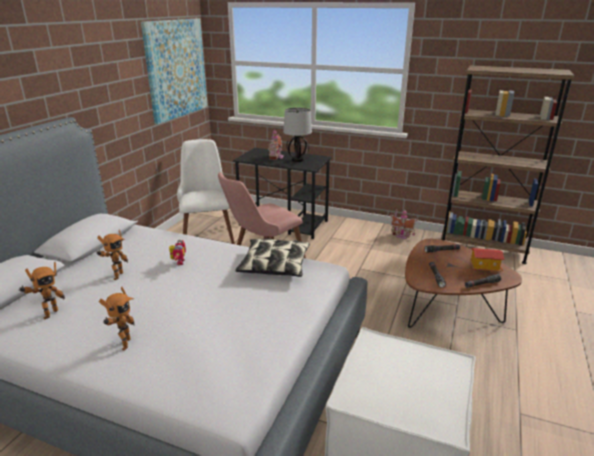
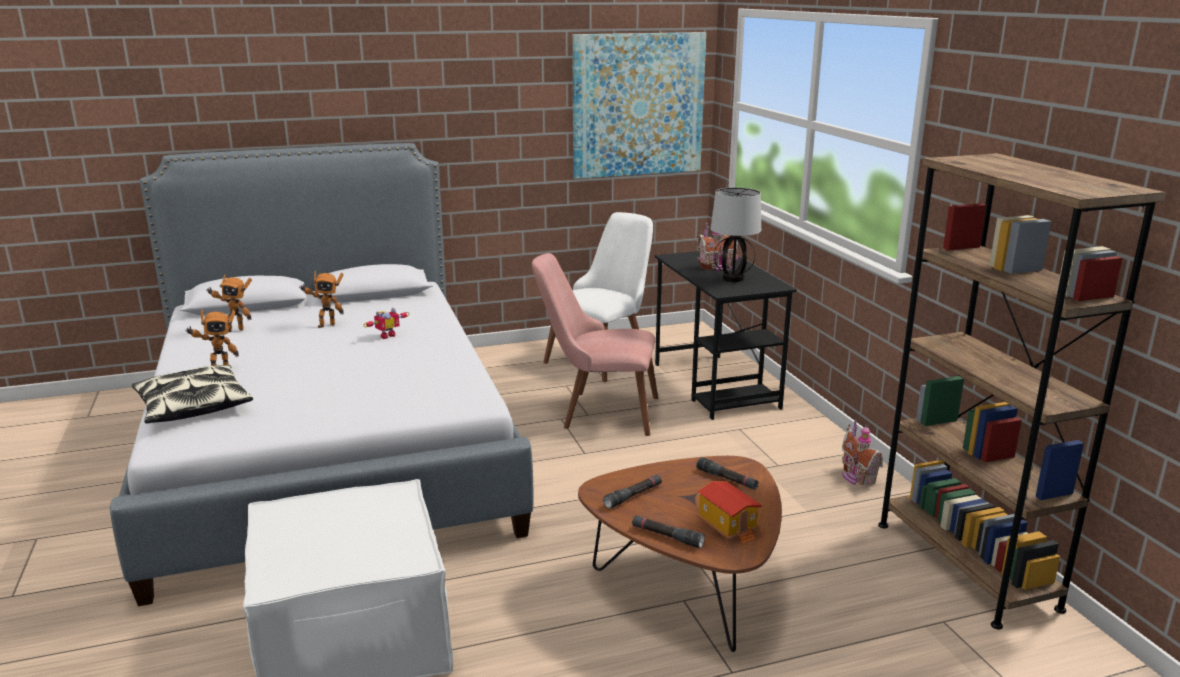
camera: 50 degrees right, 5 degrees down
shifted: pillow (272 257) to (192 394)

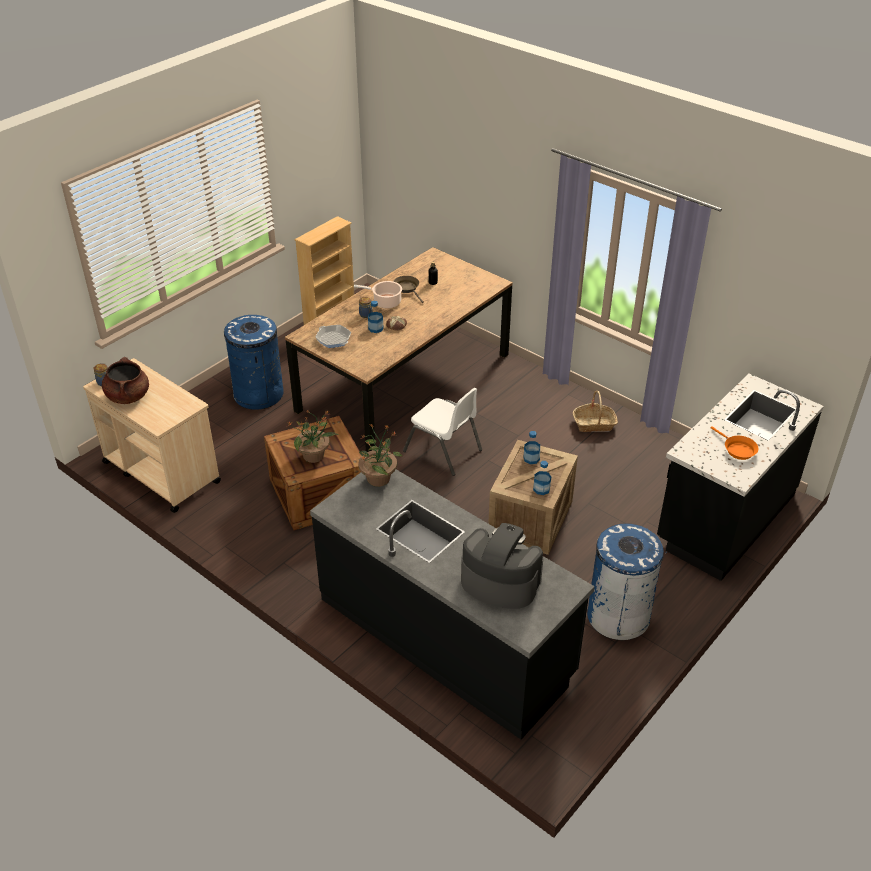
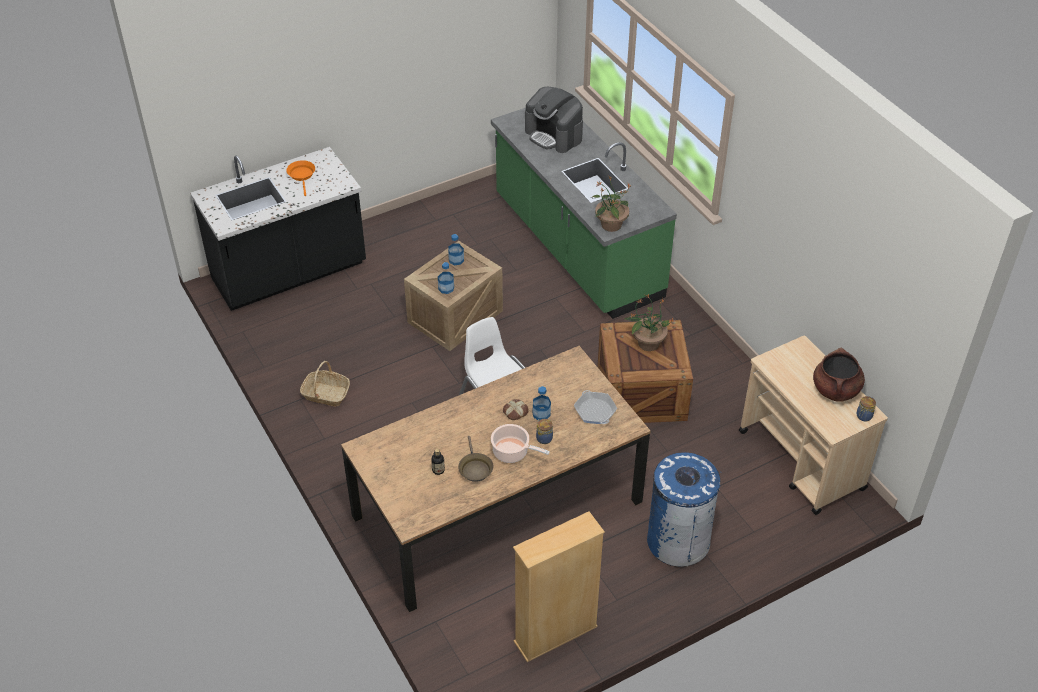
camera: 160 degrees left, 5 degrees up
gone: trash can in blue (627 582)
repainted: counter in black (452 604) to counter in green (584 213)

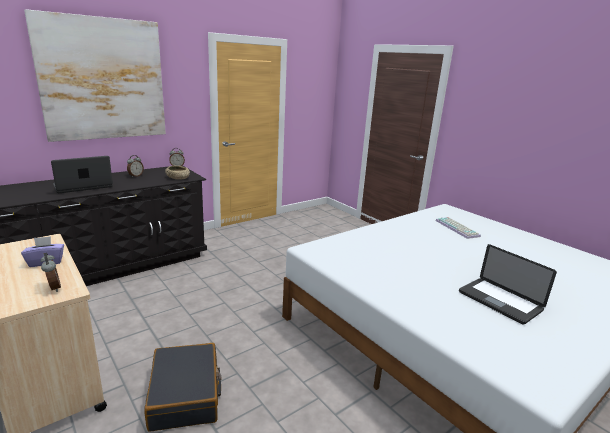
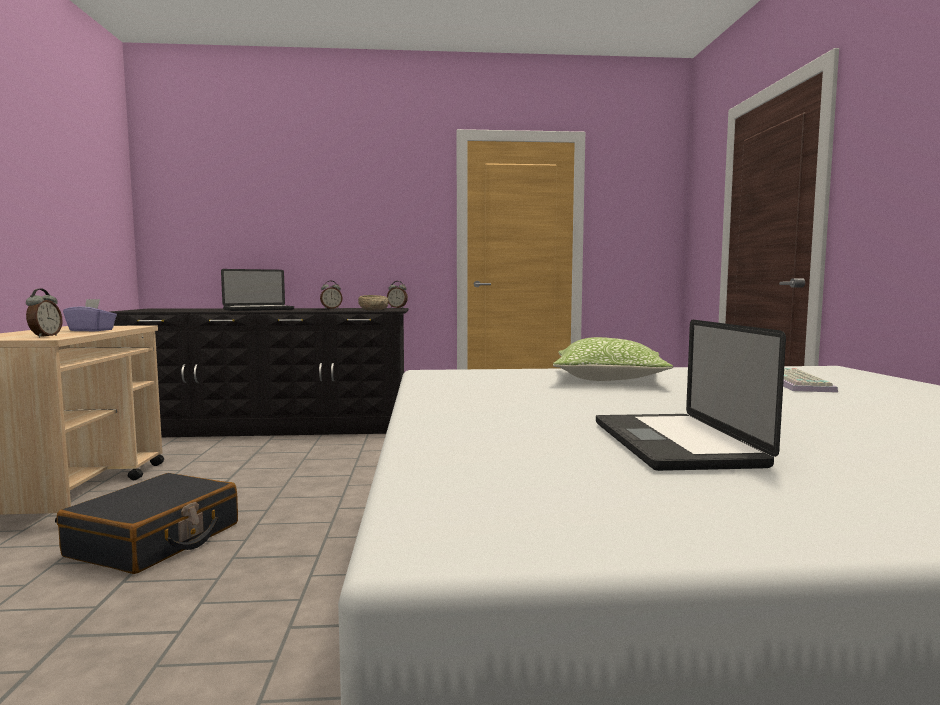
camera: 35 degrees right, 15 degrees down
gone: picture (95 75)
new: pillow (613 359)
rotated: laptop (82 174) = (257 290) 150 degrees clockwise

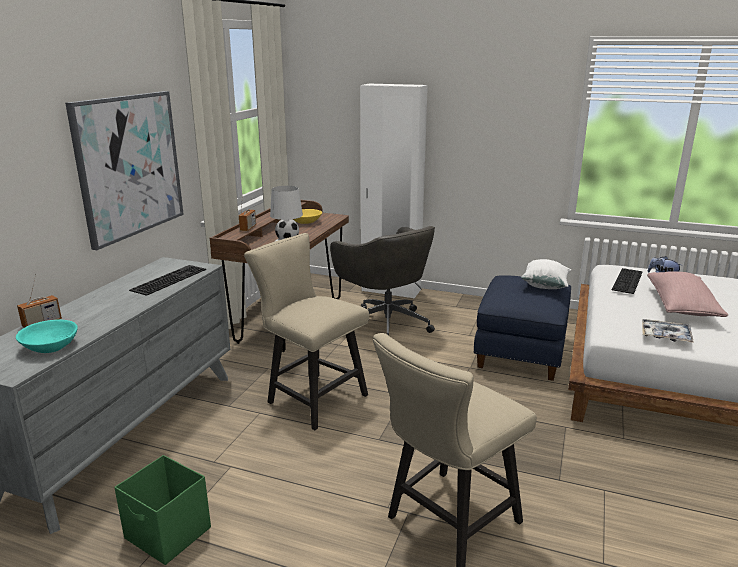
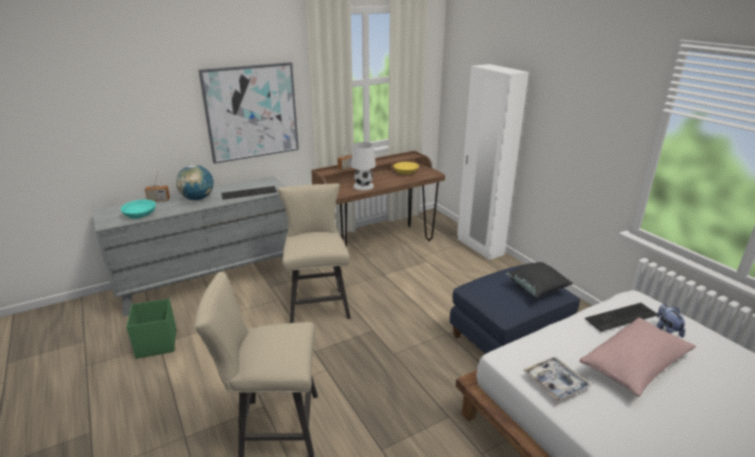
camera: 40 degrees right, 5 degrees up
gone: office chair in grey (382 280)
new: globe (195 182)
repainted: pillow in white (546 274) to pillow in black (539 280)

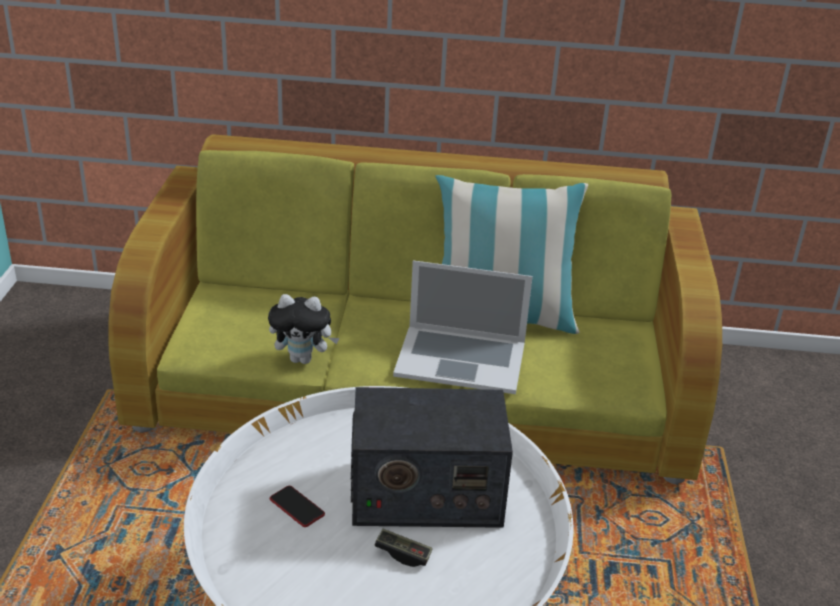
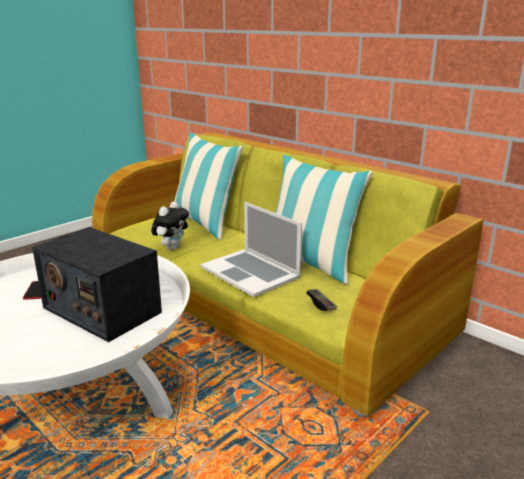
camera: 40 degrees right, 10 degrees down
new: pillow (209 186)
shifted: game controller (403 548) to (321 300)
rotated: plush toy (303 329) = (170 225) 105 degrees counterclockwise

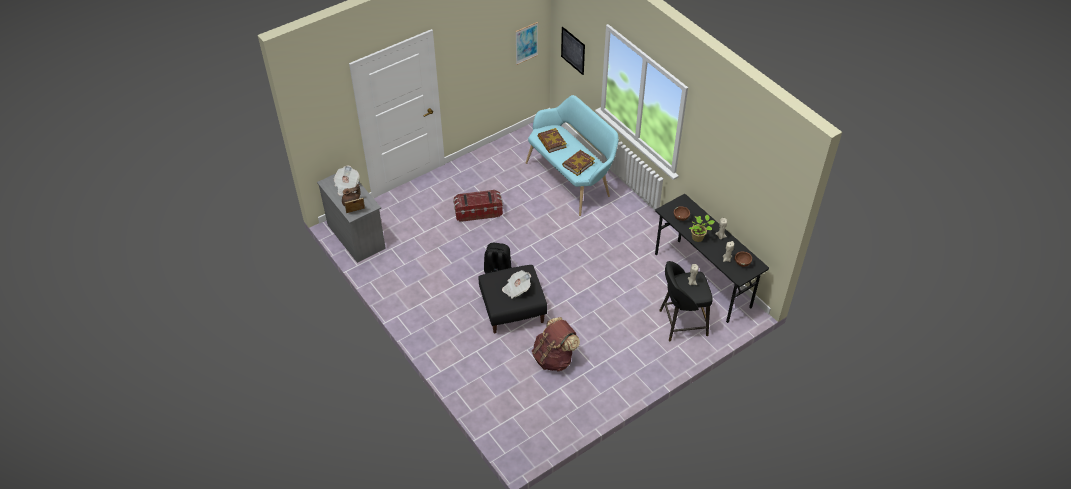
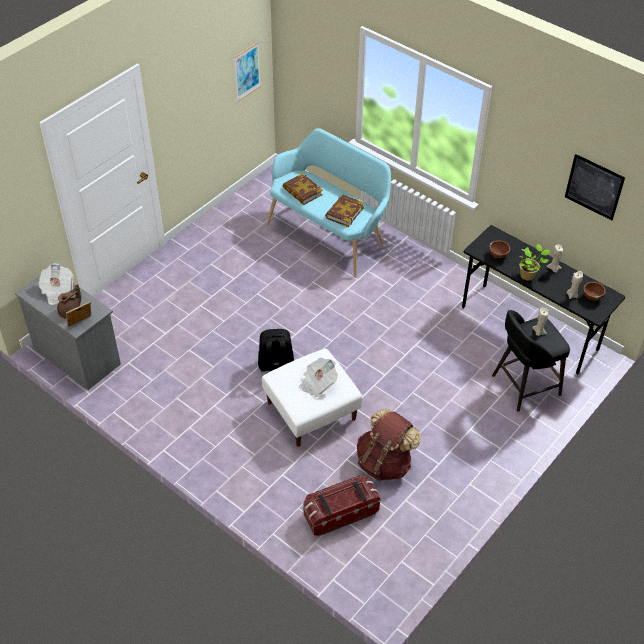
camera: 15 degrees left, 0 degrees up
shifted: storage box (478 206) to (342 505); picture (573 51) to (595 187)
repainted: ottoman in black (512 299) to ottoman in white (312 398)

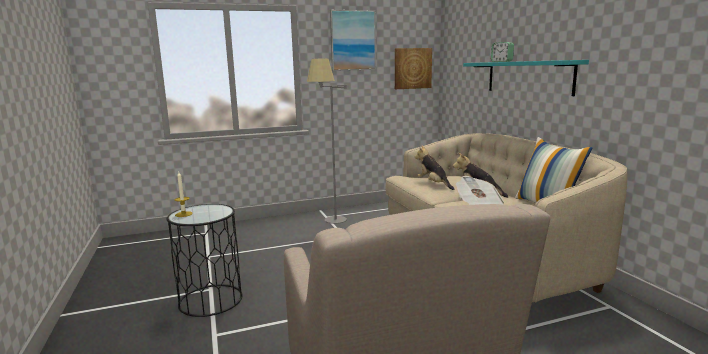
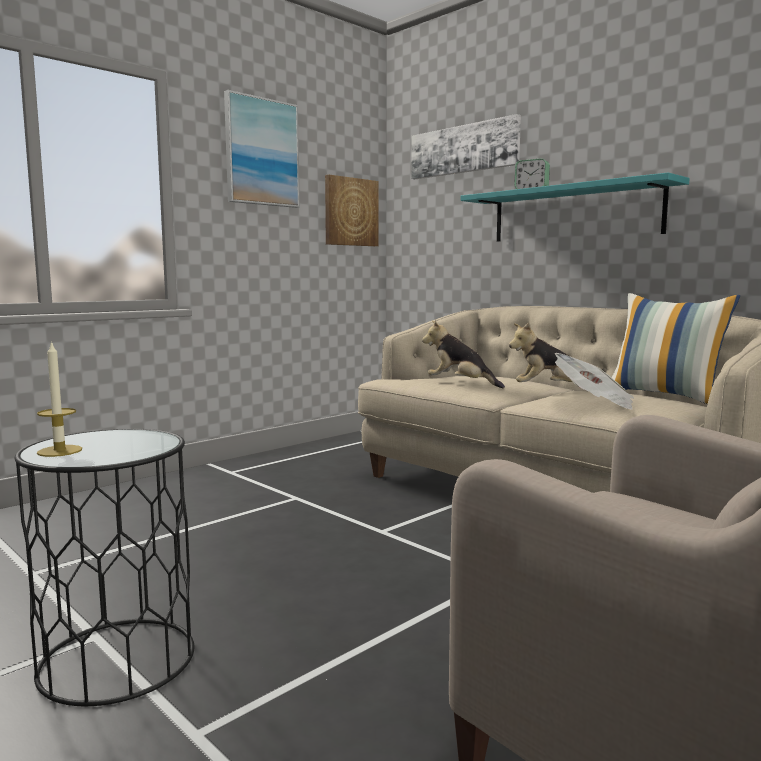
camera: 25 degrees left, 5 degrees down
gone: floor lamp in grey (327 141)
new: picture (466 146)

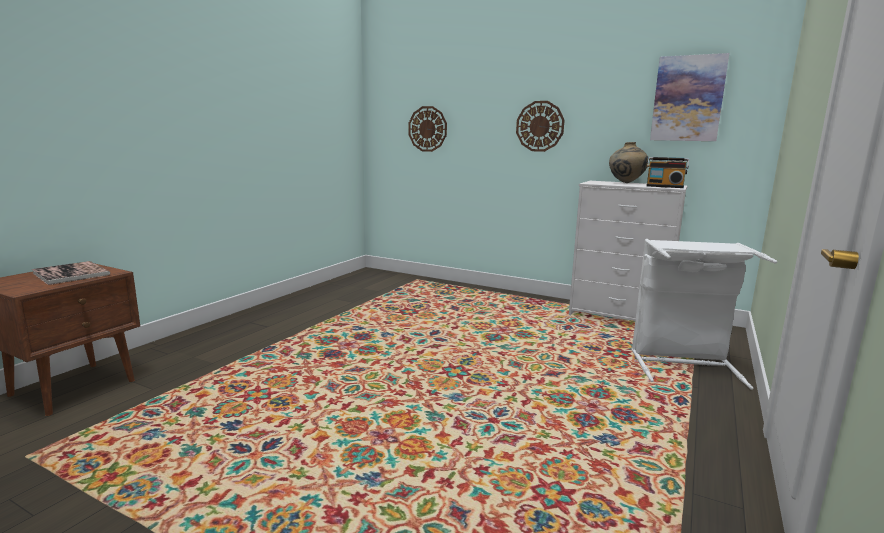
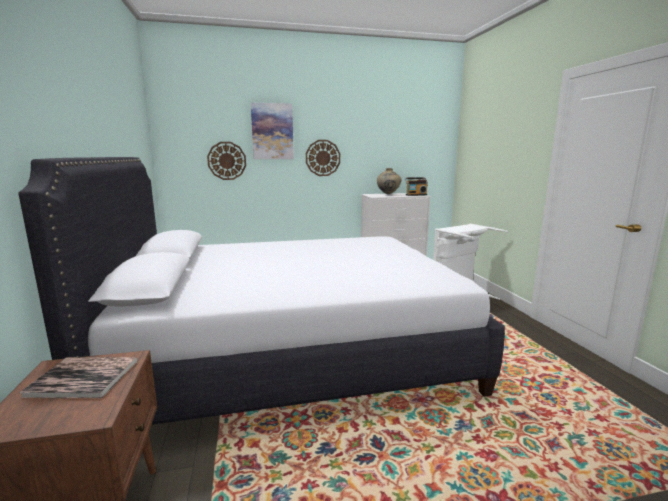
camera: 40 degrees left, 0 degrees up
new: bed in white (261 291)
shifted: picture (689 97) to (272 131)

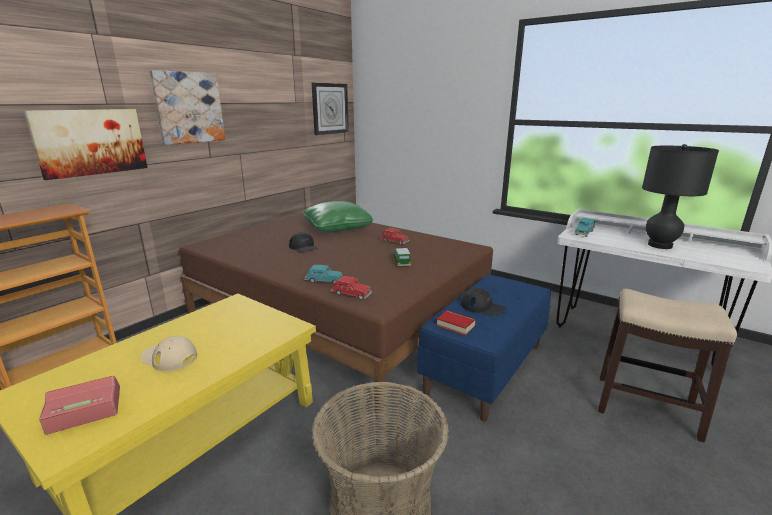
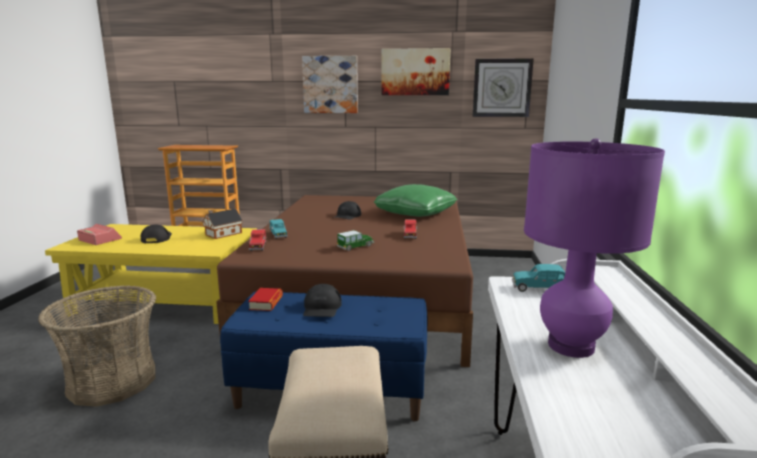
camera: 60 degrees right, 5 degrees down
new: toy house (222 224)
shifted: picture (86 144) to (416 71)
repainted: cap in beige (168 353) to cap in black (156 234); table lamp in black (680 196) to table lamp in purple (594 248)

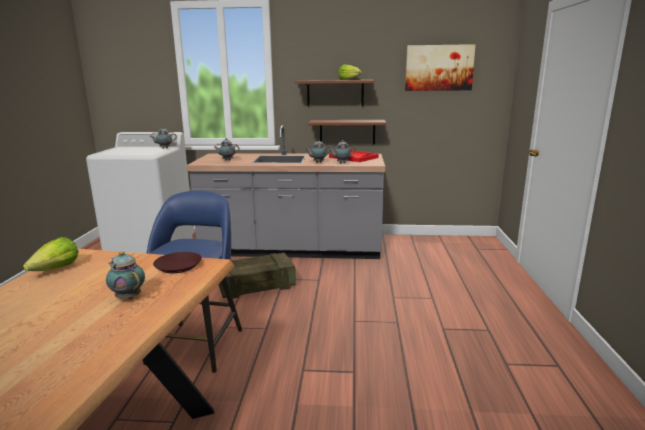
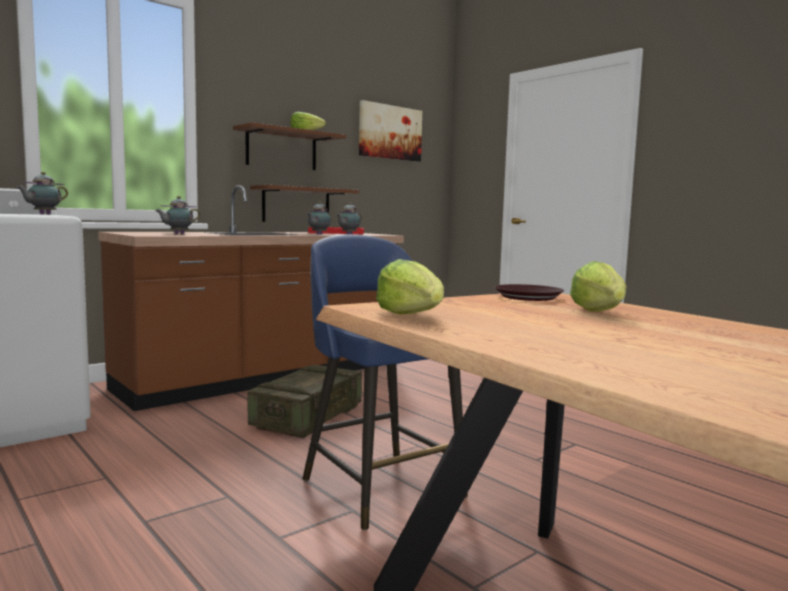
camera: 45 degrees left, 10 degrees down
swapped: teapot (125 275) to lettuce (598 286)
repainted: counter in grey (285 192) to counter in brown (251 298)

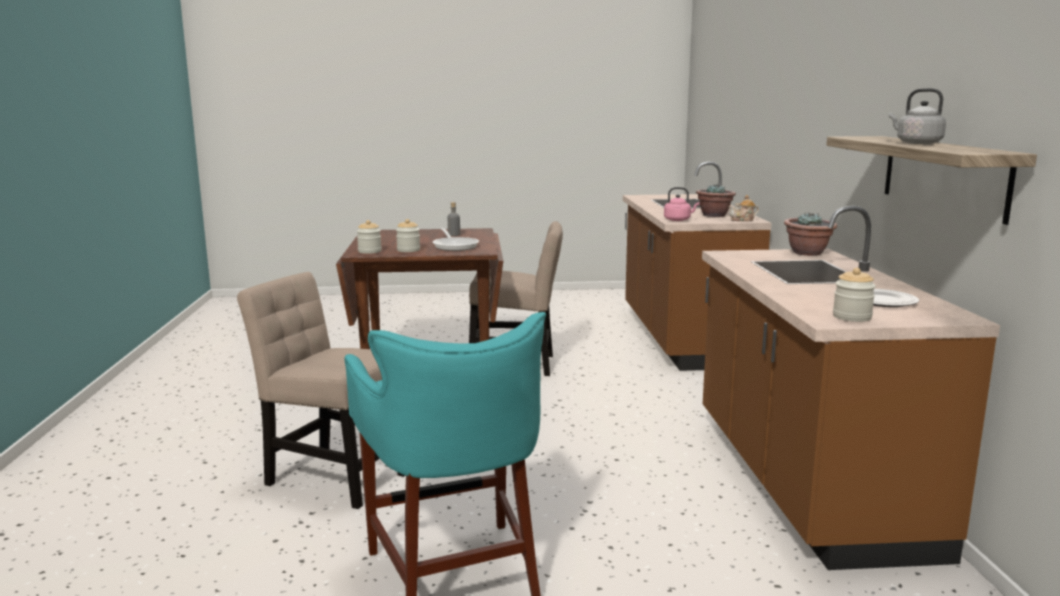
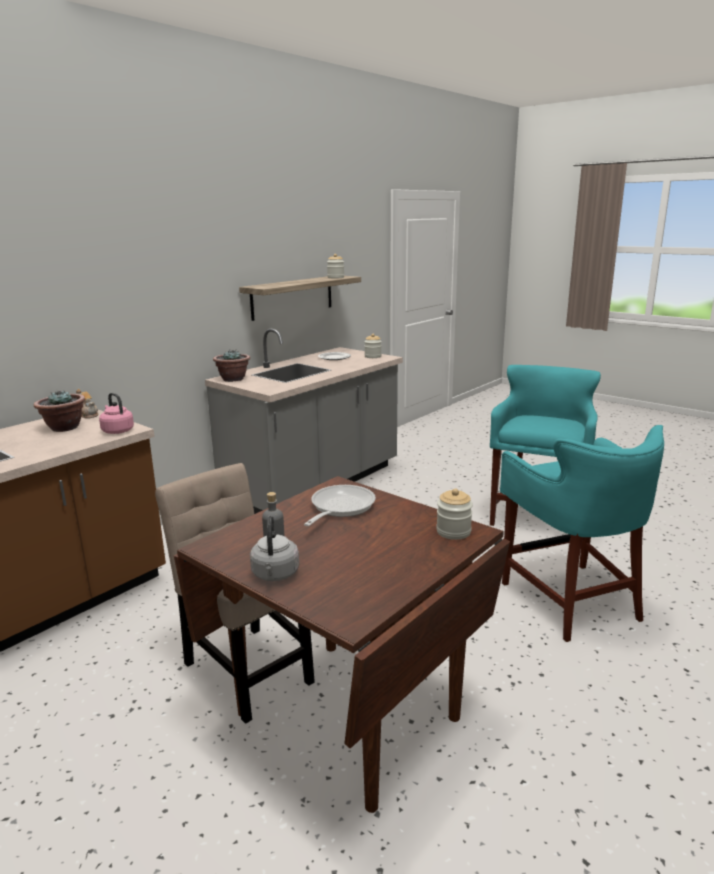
camera: 135 degrees left, 5 degrees up
shifted: jar (408 235) to (335 266); kettle in grey (917 116) to (274 548)
swapped: chair in beige (321 390) to stool in turquoise (582 533)
repainted: counter in brown (851 388) to counter in grey (304 421)

